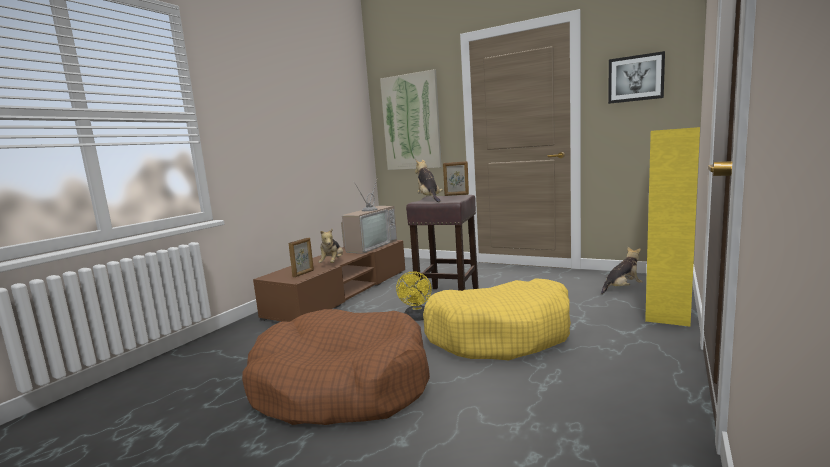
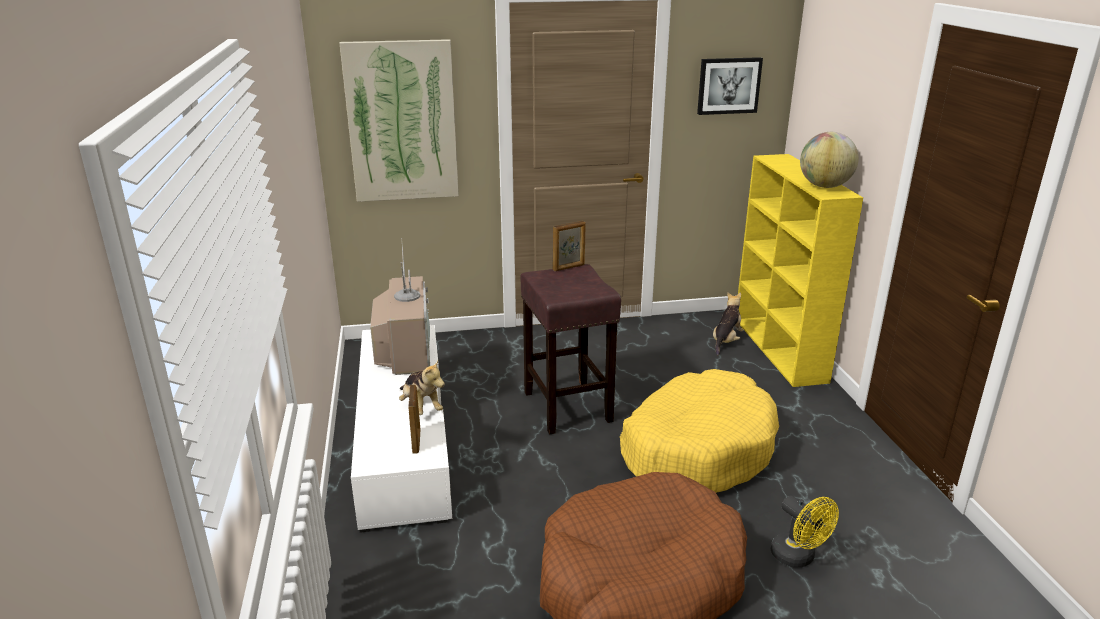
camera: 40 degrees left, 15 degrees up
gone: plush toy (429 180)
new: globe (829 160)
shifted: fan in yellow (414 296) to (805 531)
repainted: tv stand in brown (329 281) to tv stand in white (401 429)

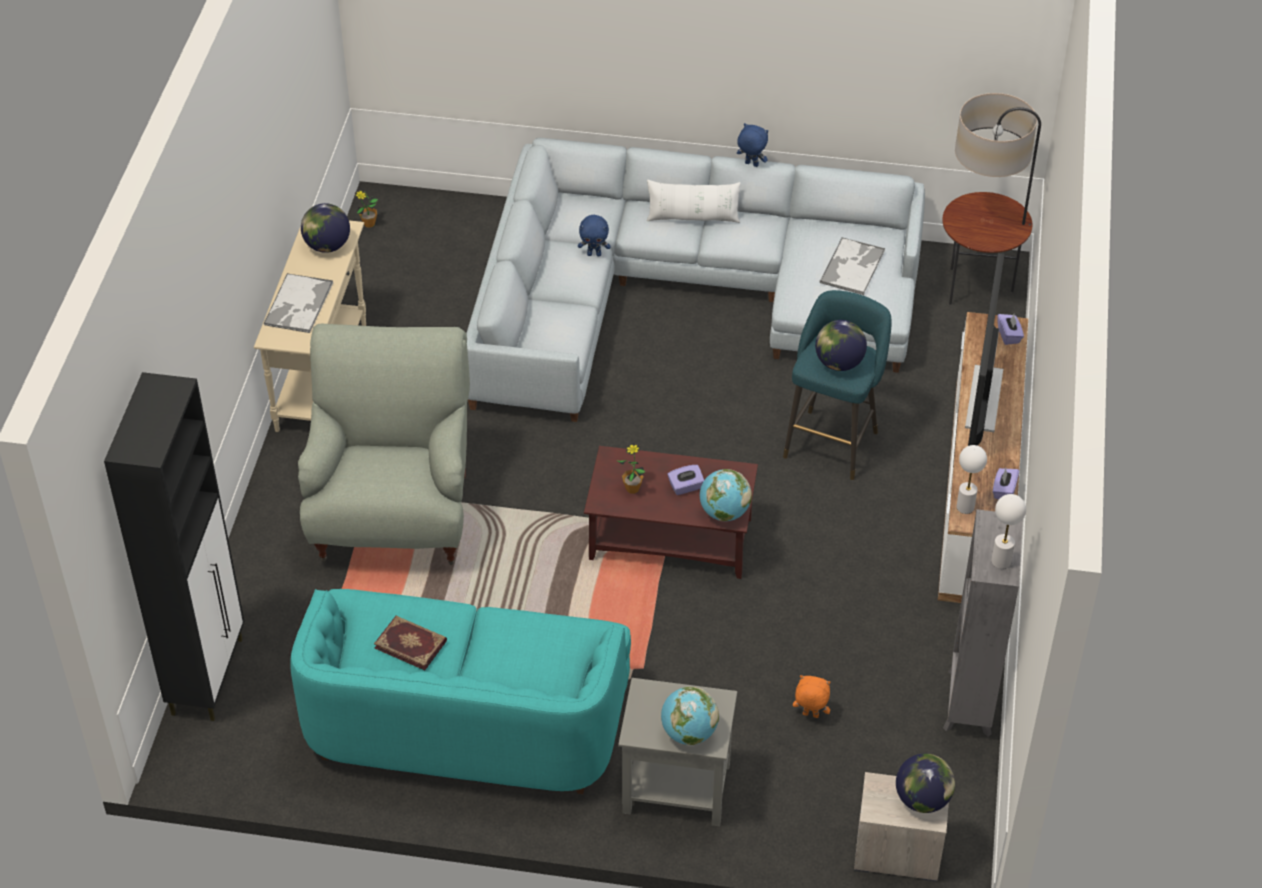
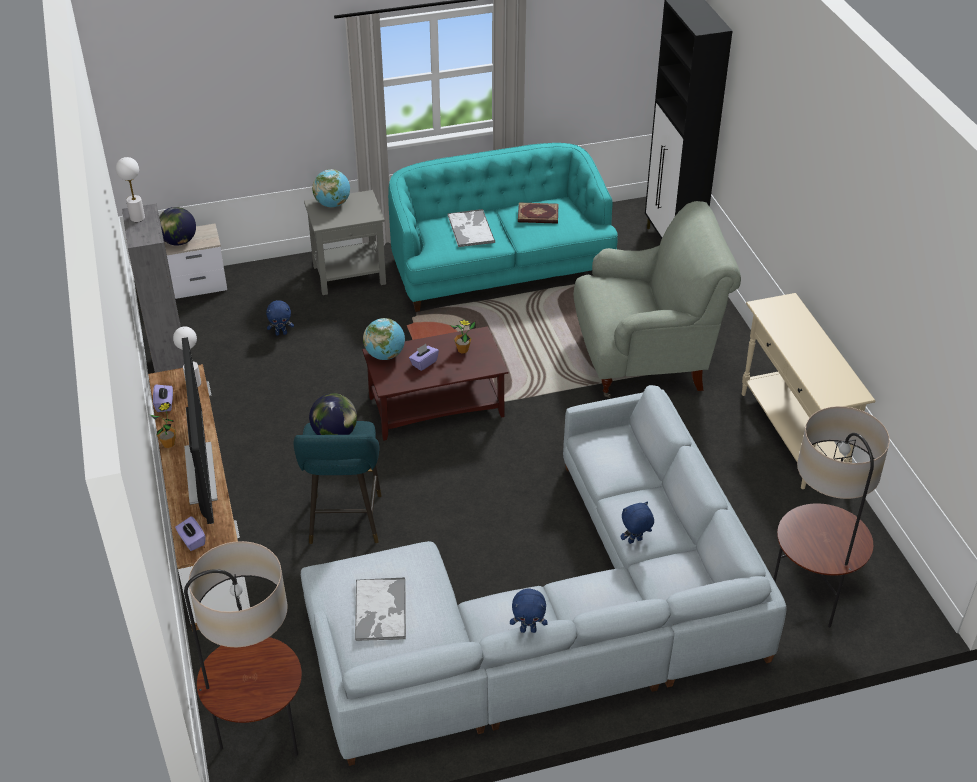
camera: 155 degrees right, 5 degrees down
gone: globe (325 228); pillow in white (694 201)
new: floor lamp (831 516)
shifted: tray (298 303) to (471 228); potted plant (366 209) to (163 425)
repainted: plush toy in orange (812 696) to plush toy in blue (280 318)
rotated: armchair in grey (384 444) = (657 299) 75 degrees counterclockwise

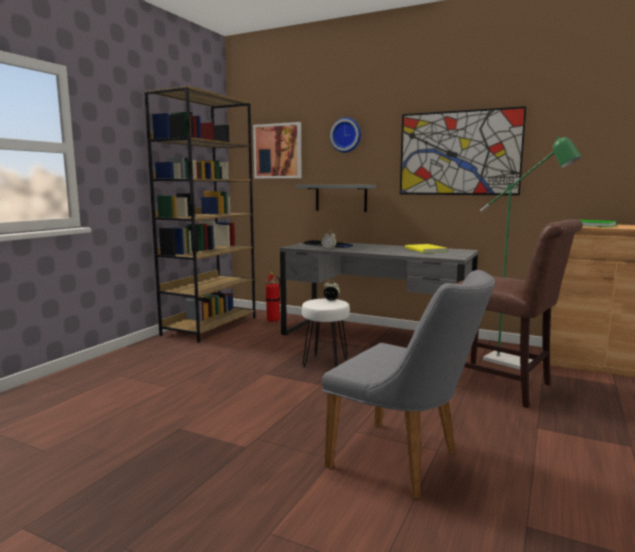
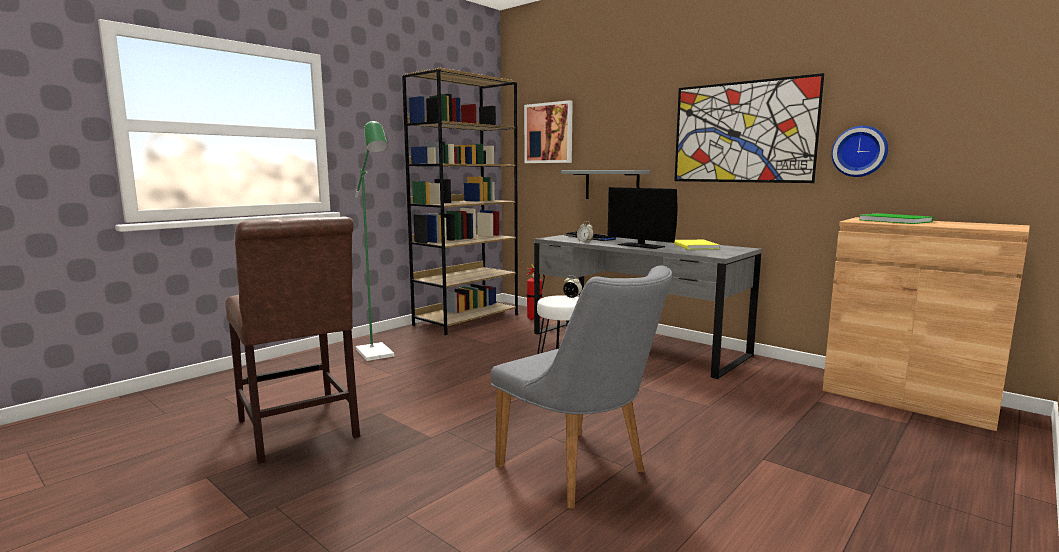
camera: 15 degrees right, 0 degrees up
new: monitor (643 218)
shifted: wall clock (345 135) to (859 151); chair in brown (519 313) to (292 340); floor lamp in green (531 253) to (374 240)

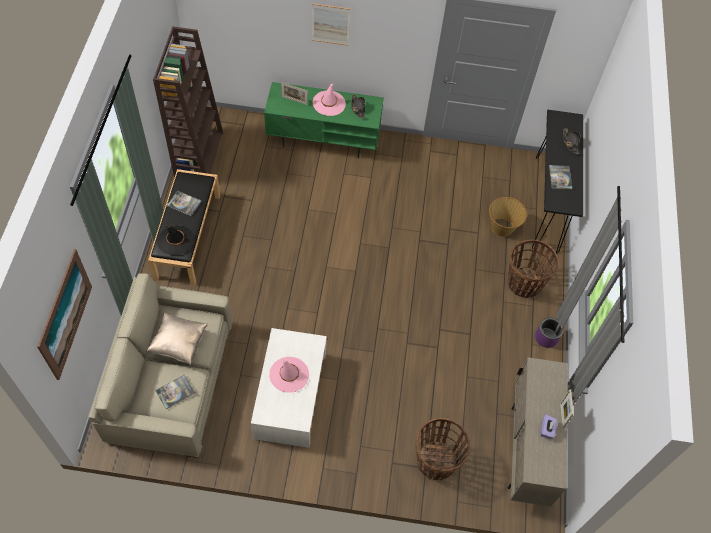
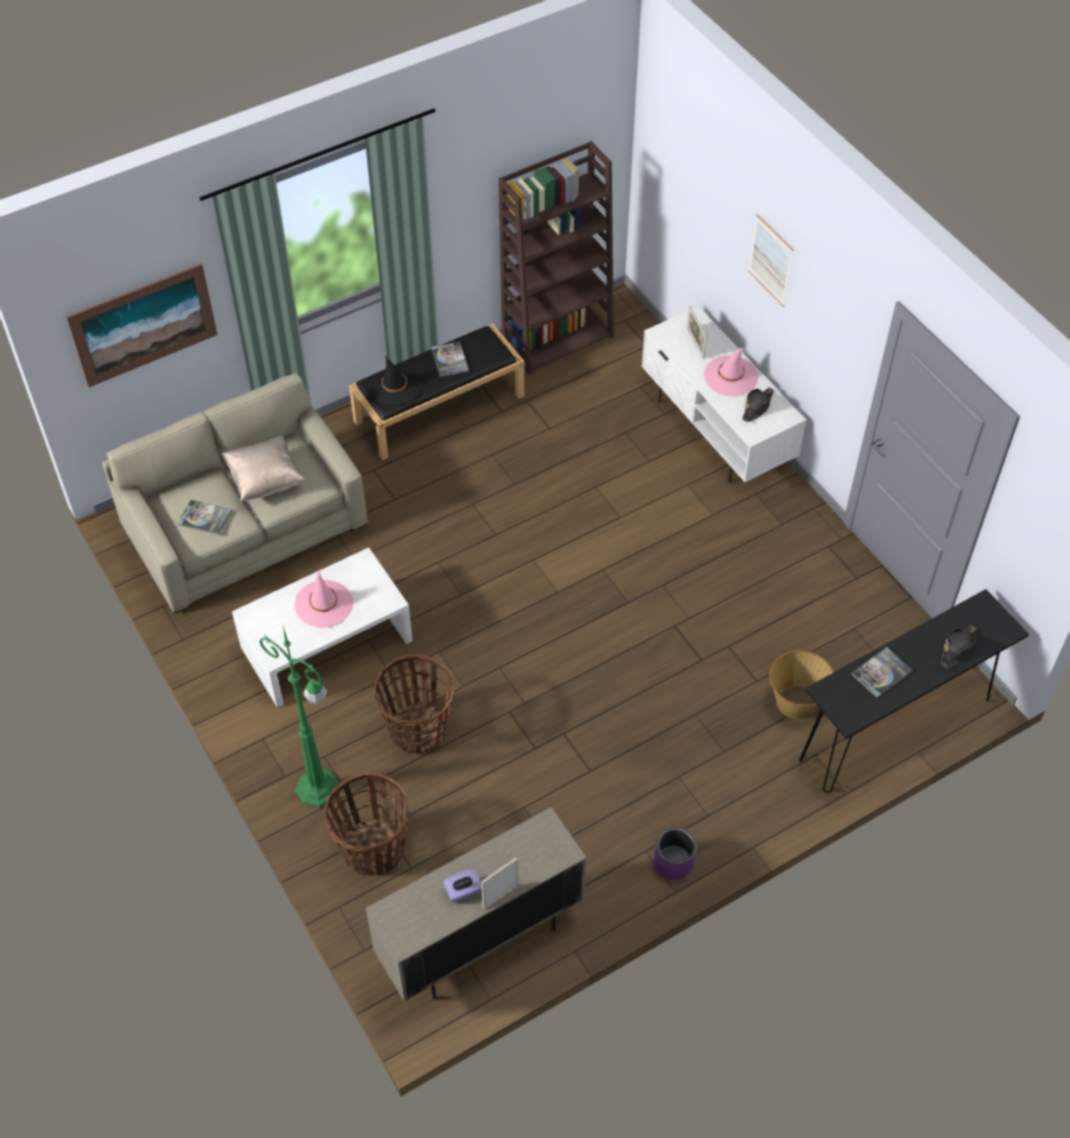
camera: 55 degrees right, 5 degrees down
new: floor lamp in green (299 717)
shifted: basket (532 269) to (414 704)
repainted: tv stand in green (324 120) to tv stand in white (724 394)

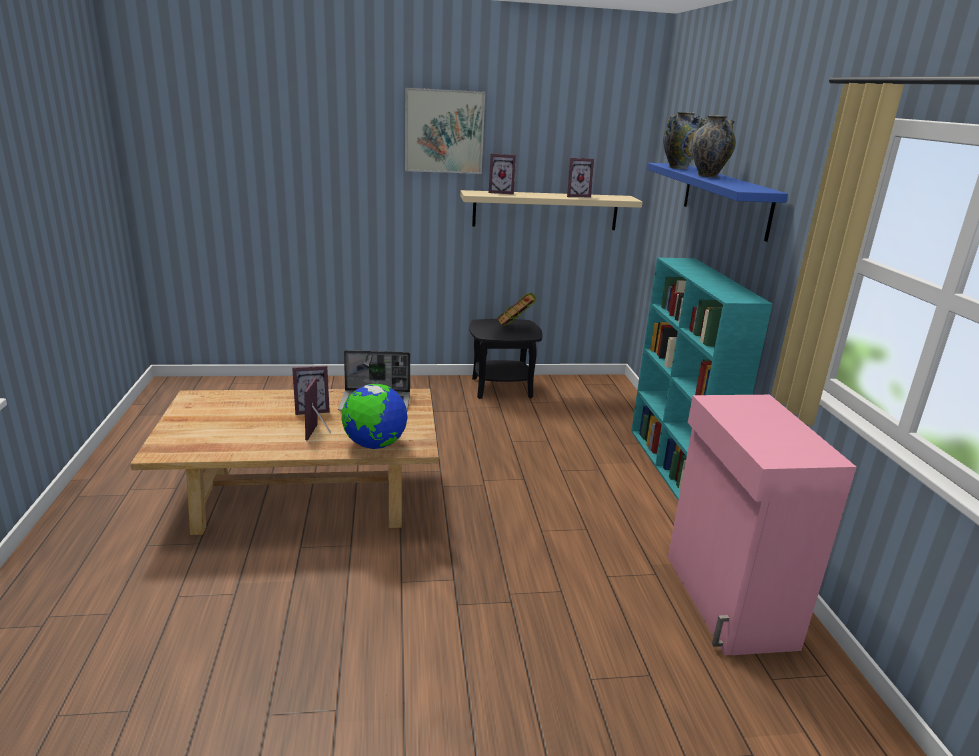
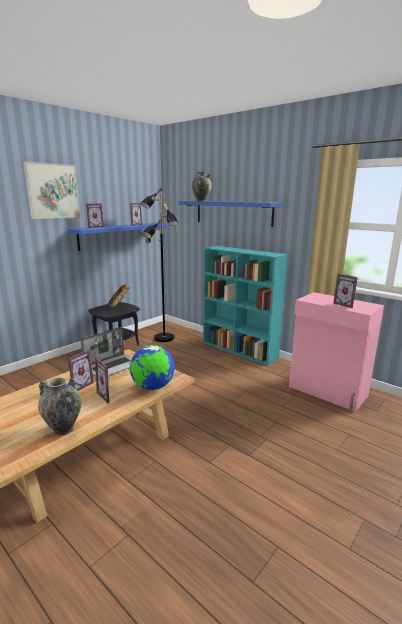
camera: 40 degrees left, 5 degrees down
new: floor lamp in black (159 265); picture frame (345 291)
shifted: vase (713 146) to (60 407)
repainted: shelf in beige (551 210) to shelf in blue (118 237)

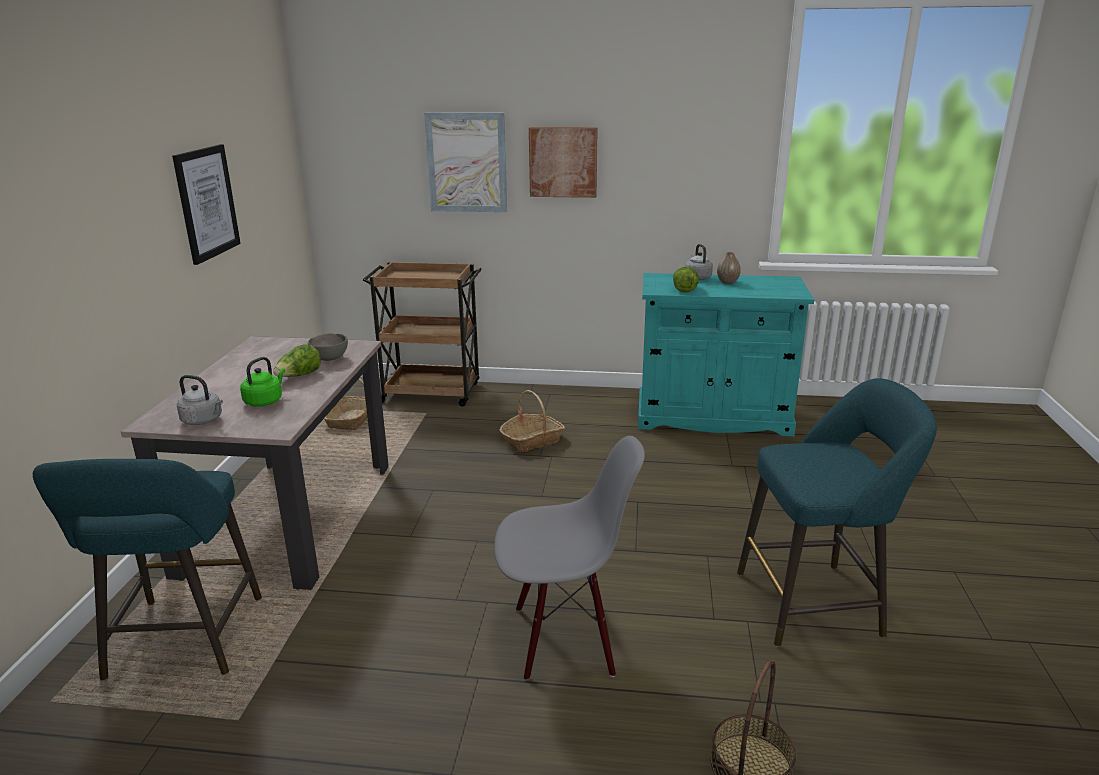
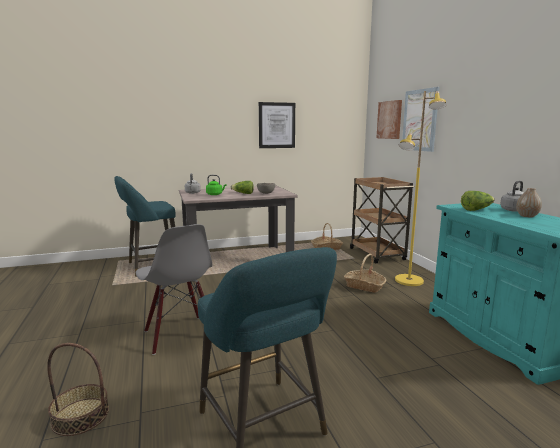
camera: 65 degrees right, 10 degrees down
new: floor lamp in yellow (421 188)
shifted: picture (563 162) to (389 119)

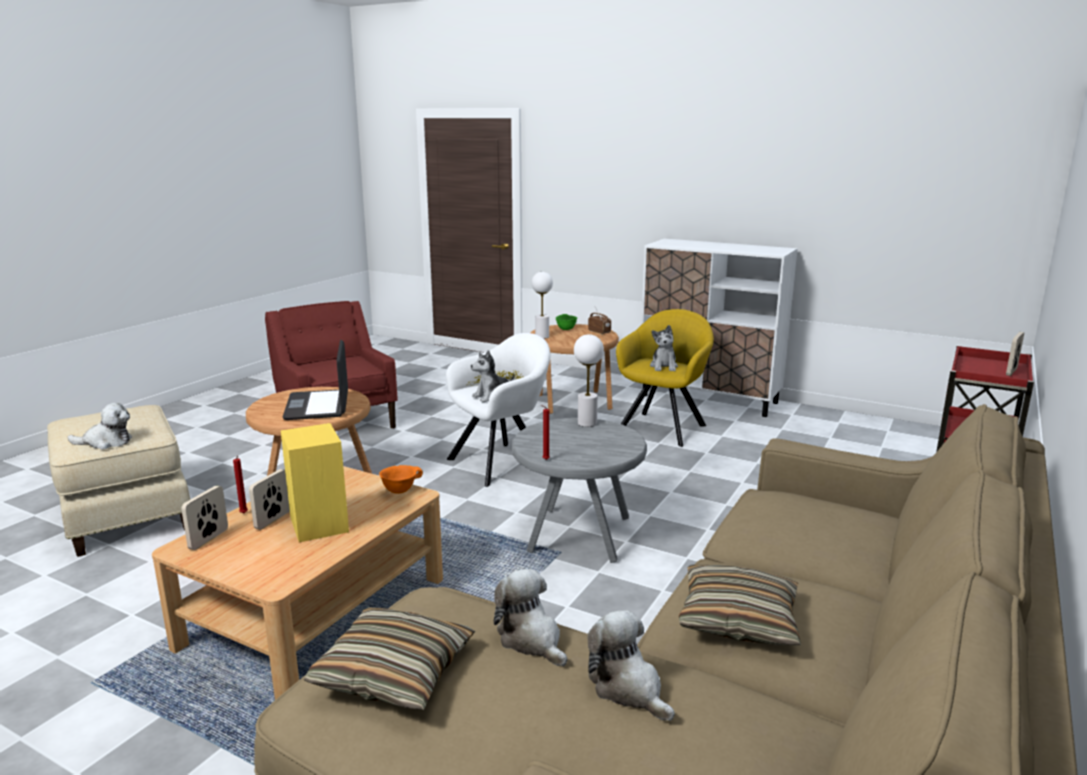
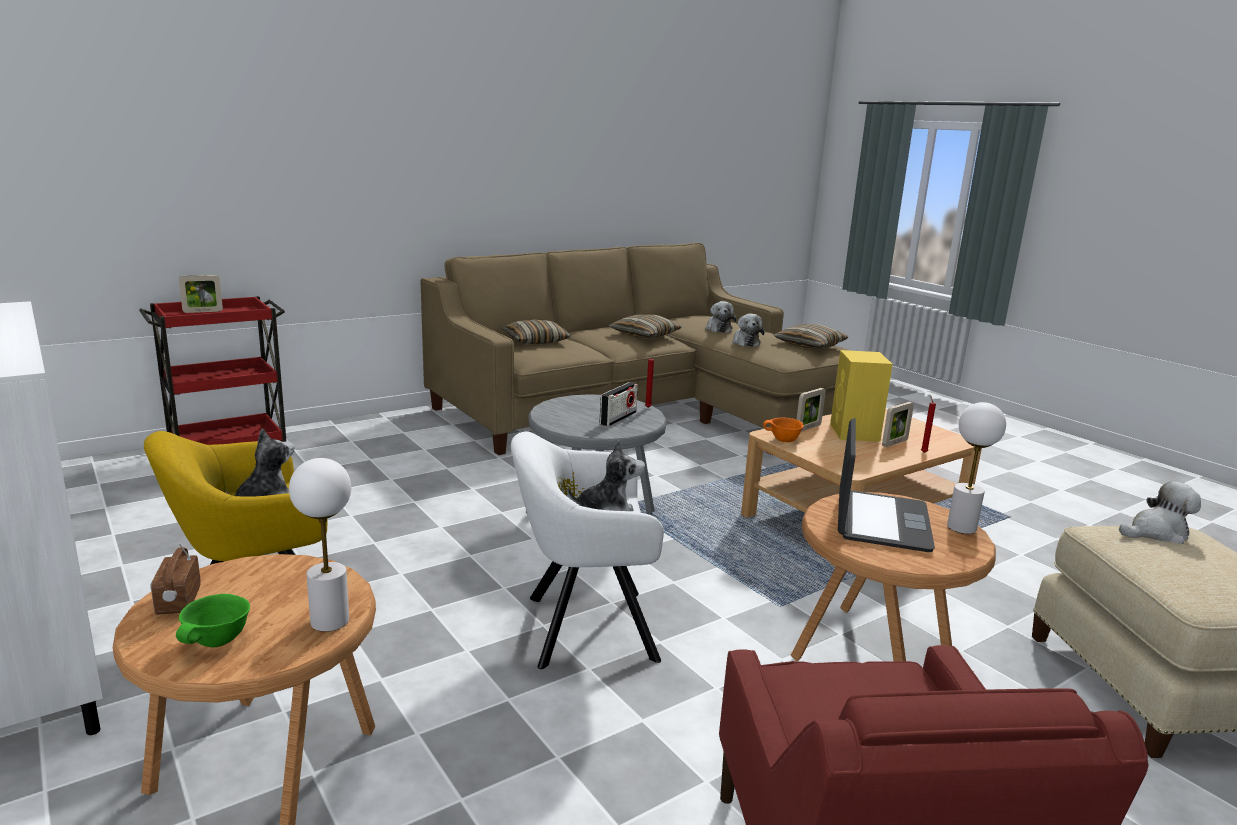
camera: 155 degrees left, 0 degrees up
new: pillow (536 331); radio (619 404)
shifted: picture frame (204 517) to (811 410); table lamp in white (589 380) to (976 468)
rotated: plush toy (99 426) = (1160 512) 150 degrees clockwise

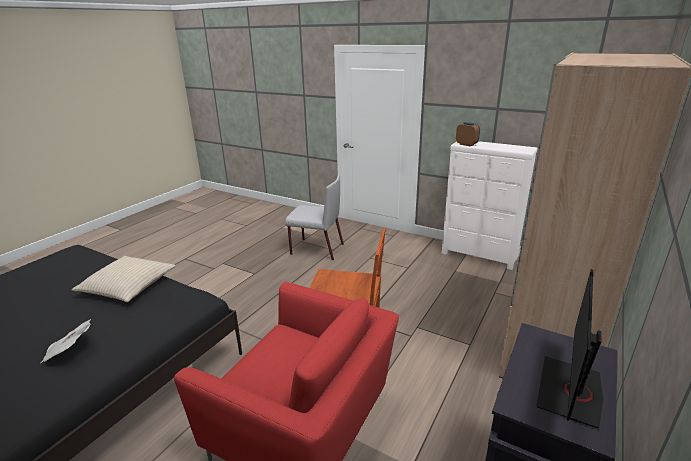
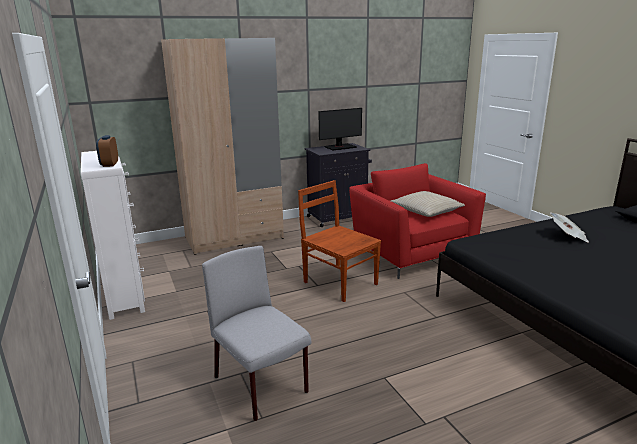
camera: 145 degrees left, 5 degrees down
shifted: pillow in beige (123 279) to (428 204)

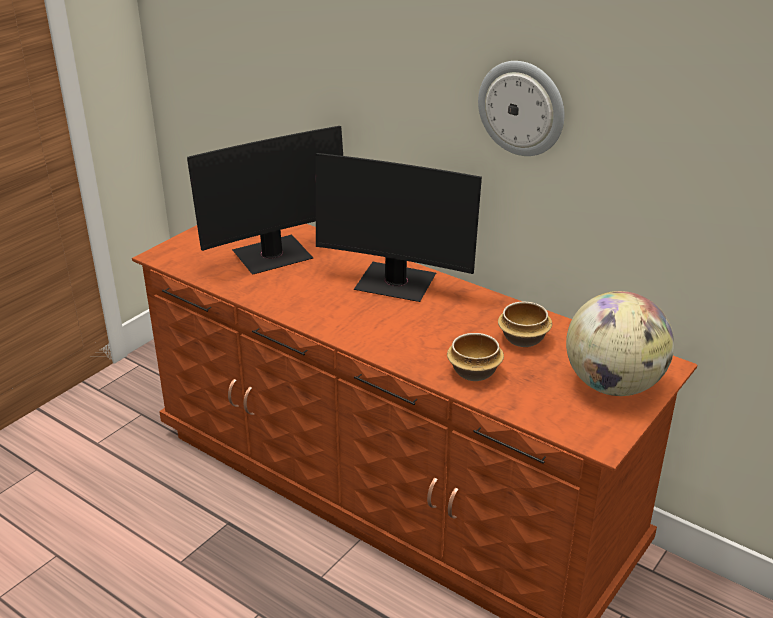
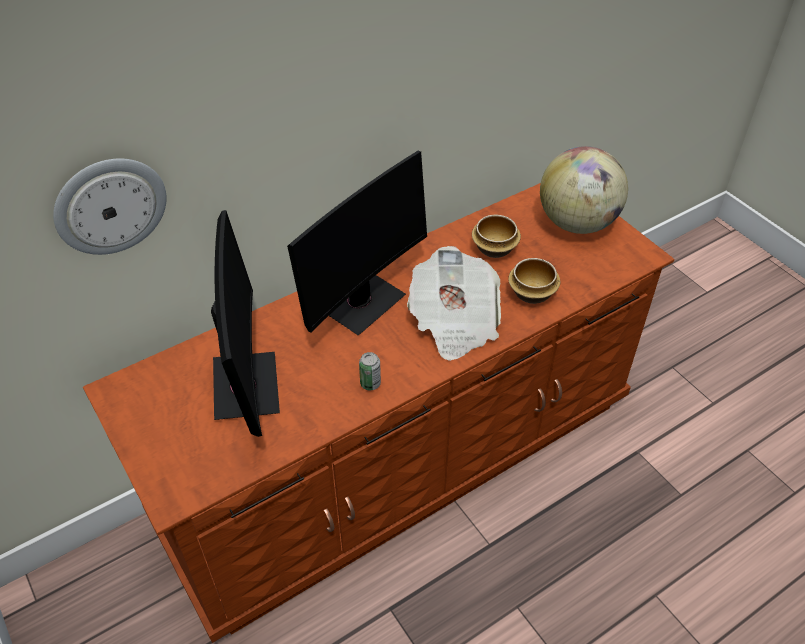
camera: 70 degrees left, 15 degrees up
new: can (370 371); newspaper (454 303)
shifted: wall clock (521 108) to (110 207)

